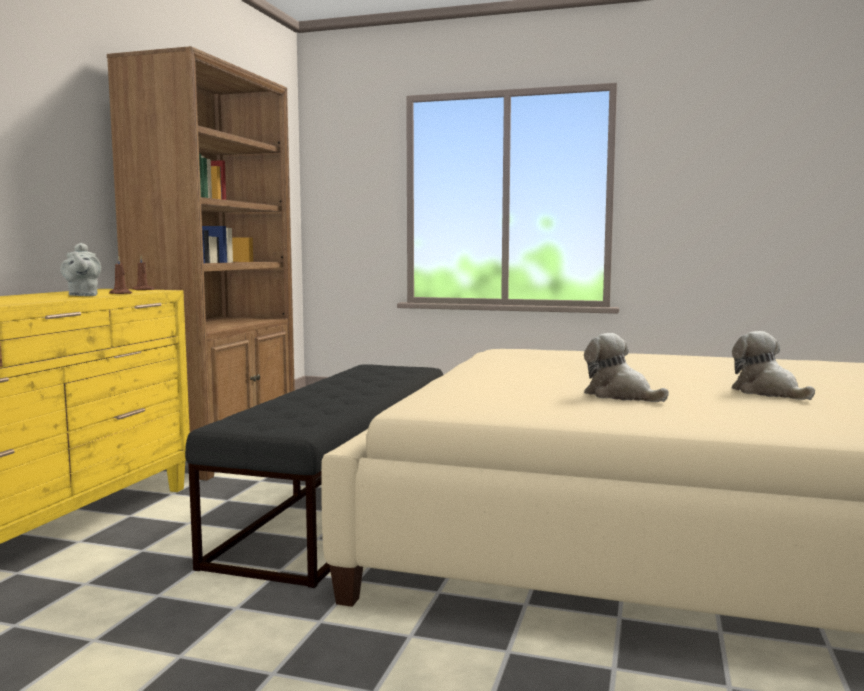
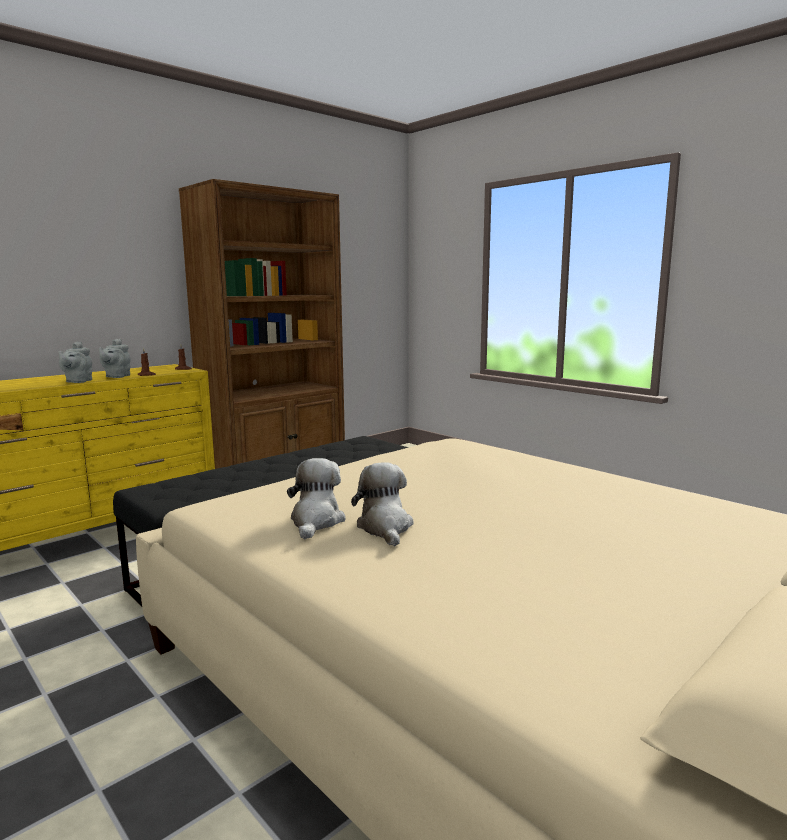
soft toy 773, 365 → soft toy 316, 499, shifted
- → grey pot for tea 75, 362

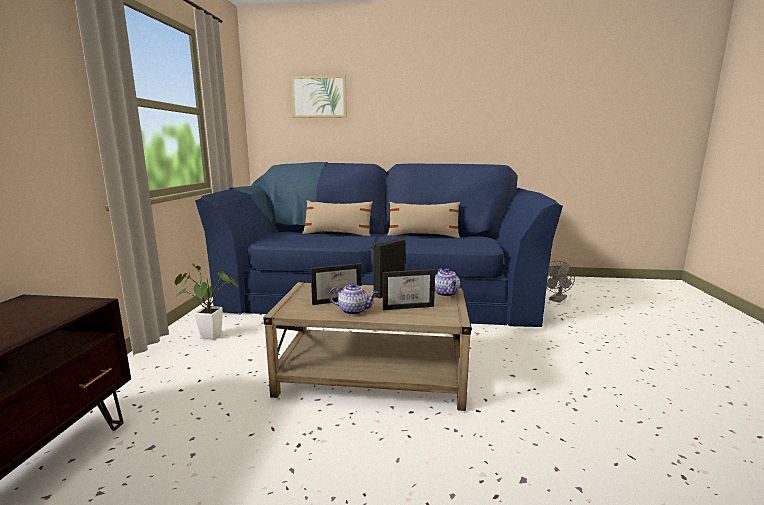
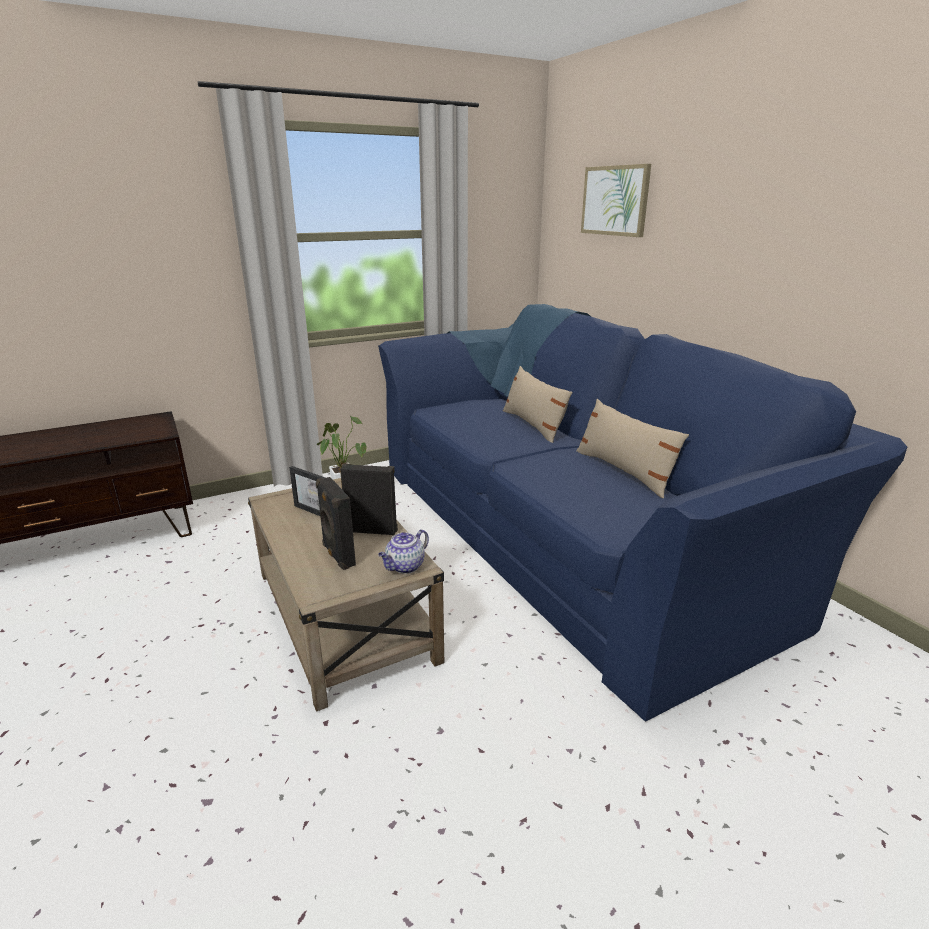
pot for tea 353, 299 → -
picture frame 409, 289 → black-coloured loudspeaker 336, 523
grey electric fan 561, 282 → -

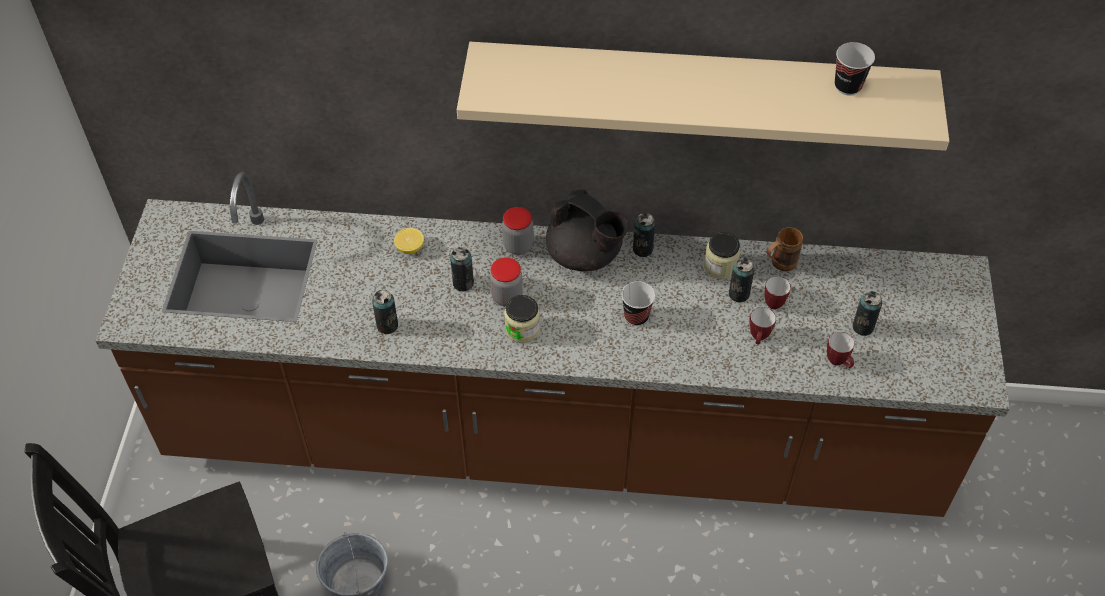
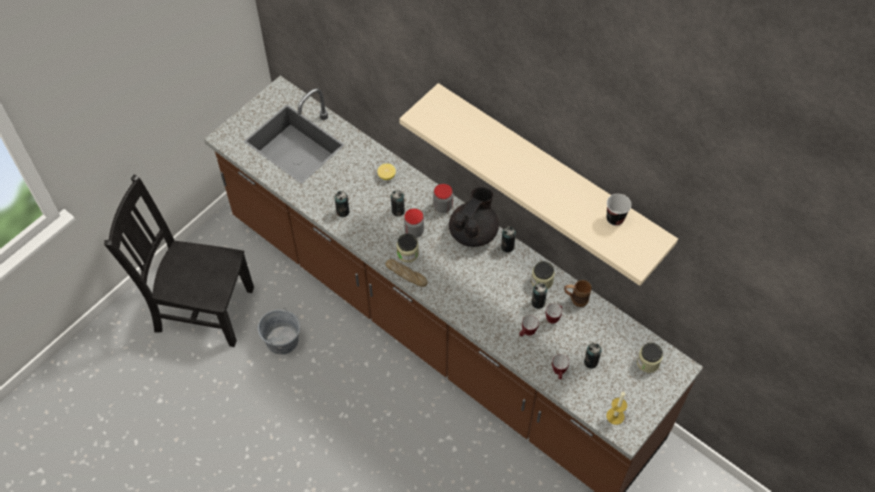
black-coloured pot for tea 587, 230 → black-coloured pot for tea 474, 217, 135 degrees counterclockwise
small cup 638, 303 → -
- → bakery bread 406, 273
- → wax candle 616, 408
- → jar 650, 358

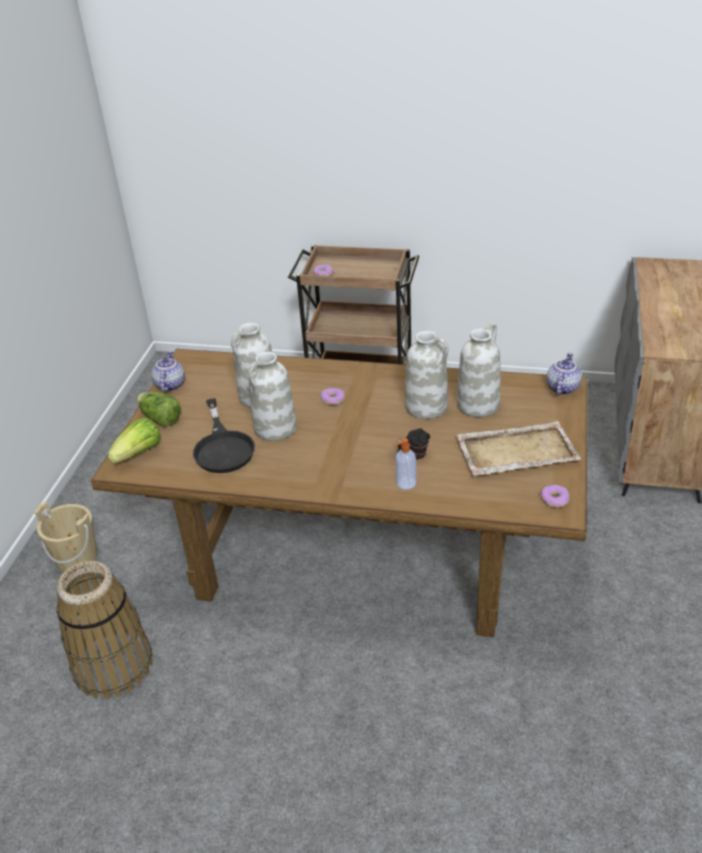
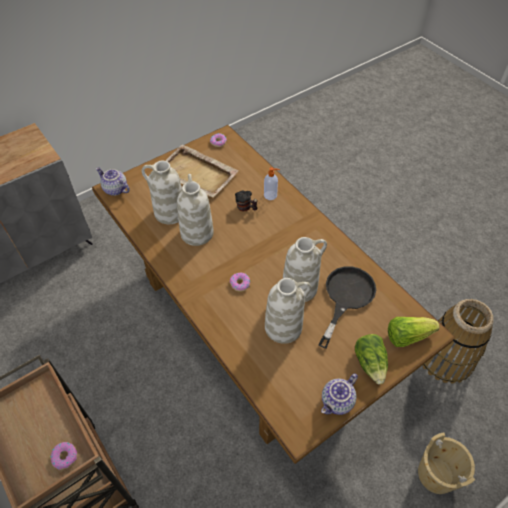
pot for tea 564, 374 → pot for tea 113, 181, 60 degrees clockwise

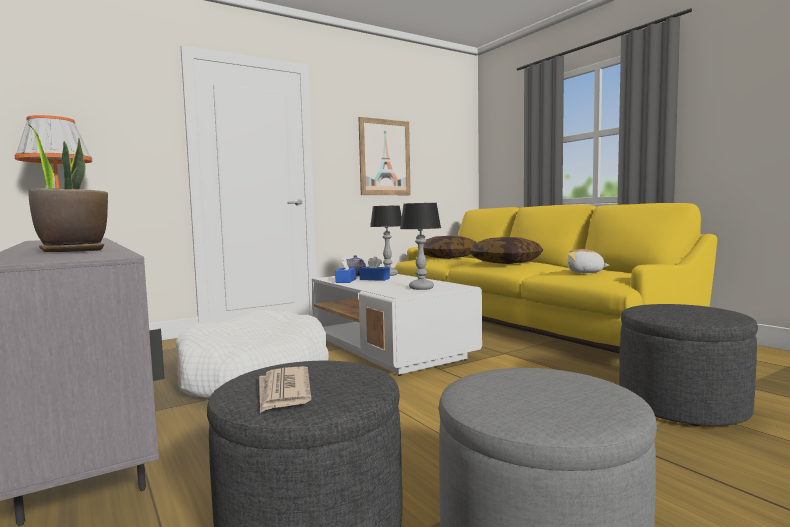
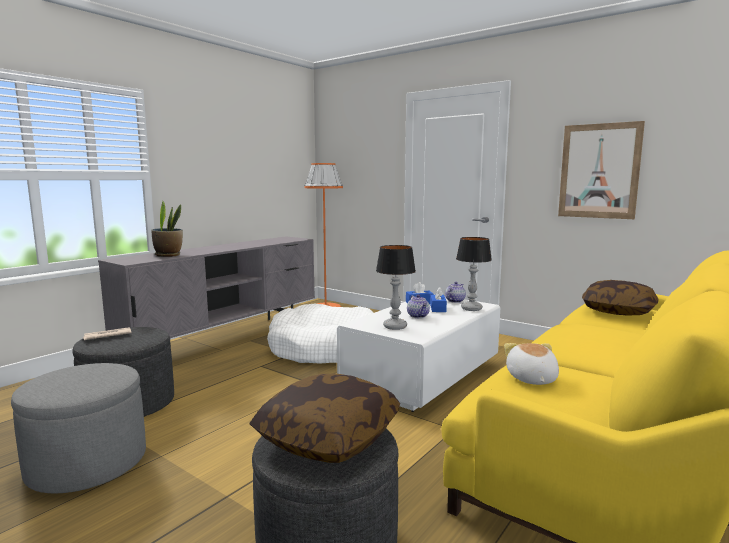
cushion 506, 250 → cushion 324, 418, shifted
- → pot for tea 418, 306

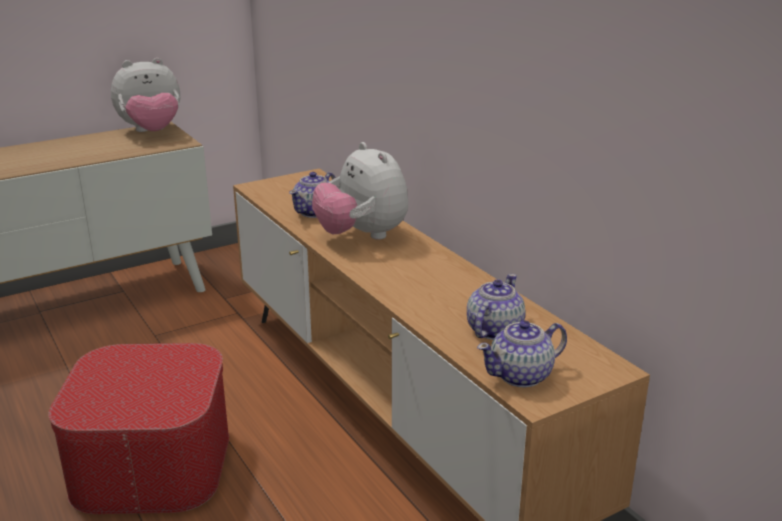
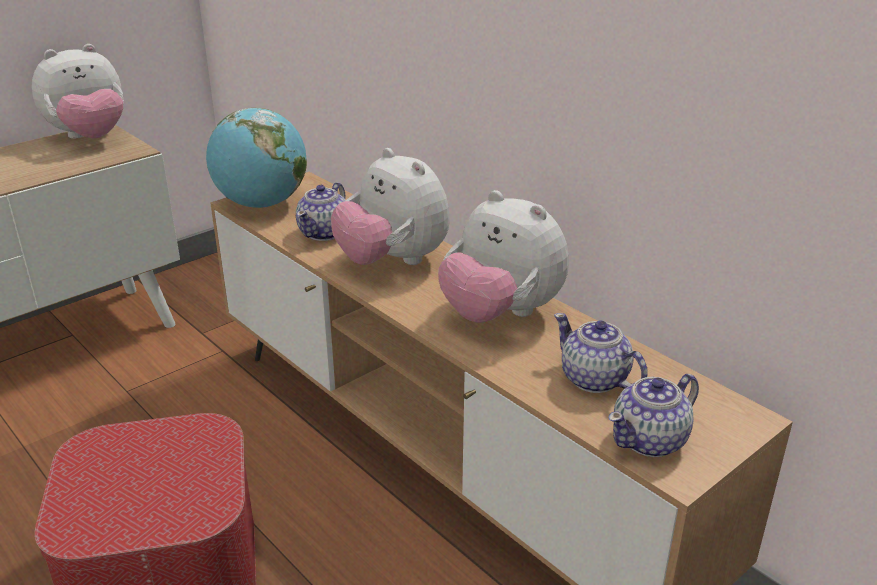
pot for tea 496, 307 → pot for tea 601, 353, 60 degrees counterclockwise
- → desk globe 256, 158
- → soft toy 503, 256

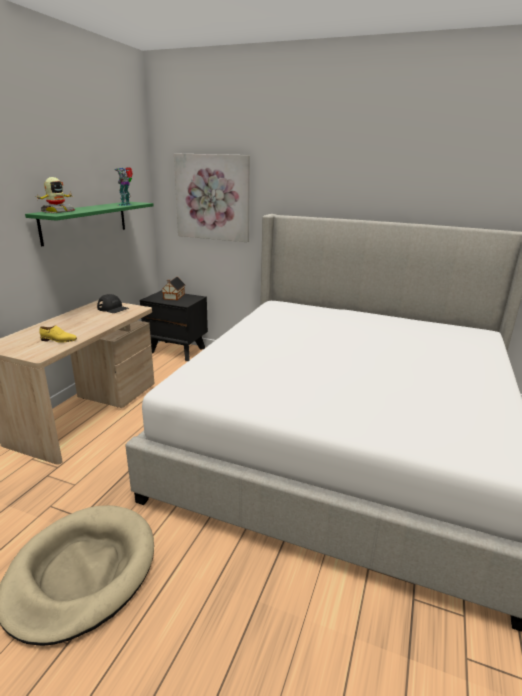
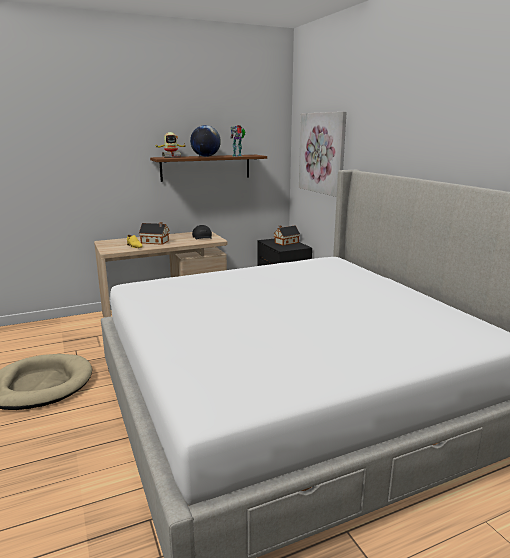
greenish bracket shelf 89, 224 → brown-coloured bracket shelf 208, 168
- → miniature house 154, 233
- → desk globe 205, 141

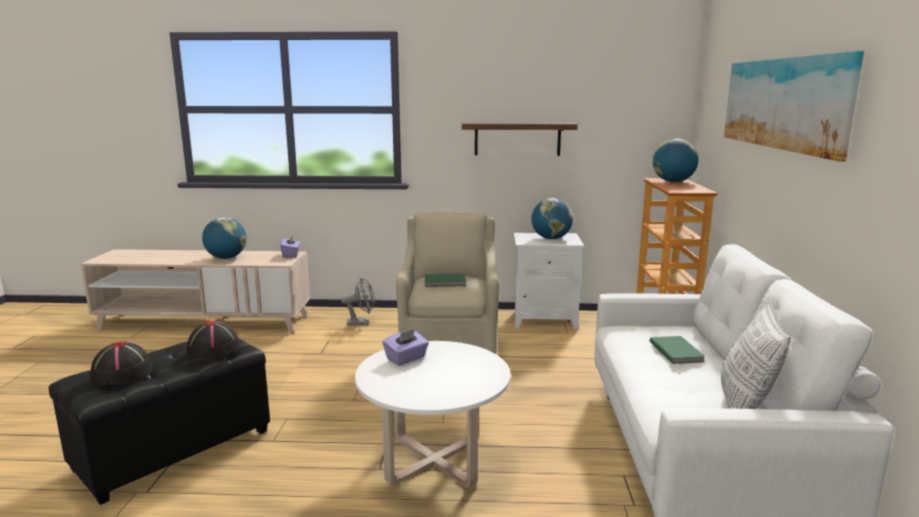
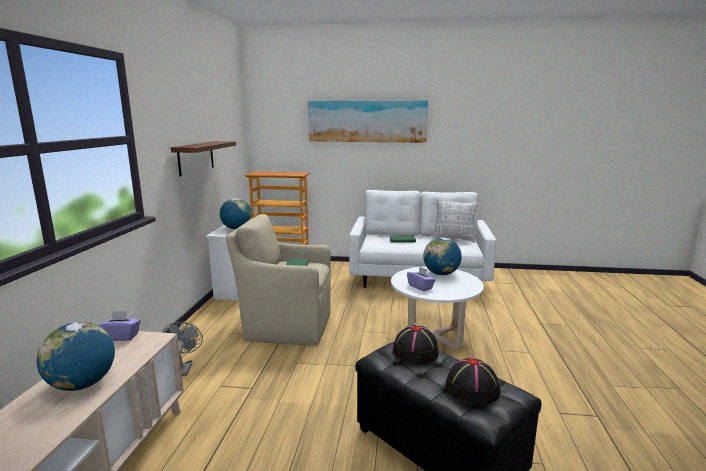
desk globe 676, 160 → desk globe 442, 256, shifted

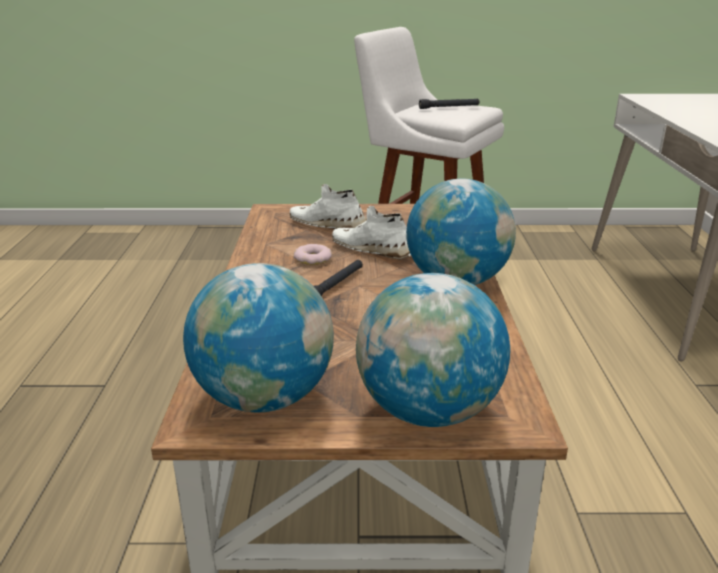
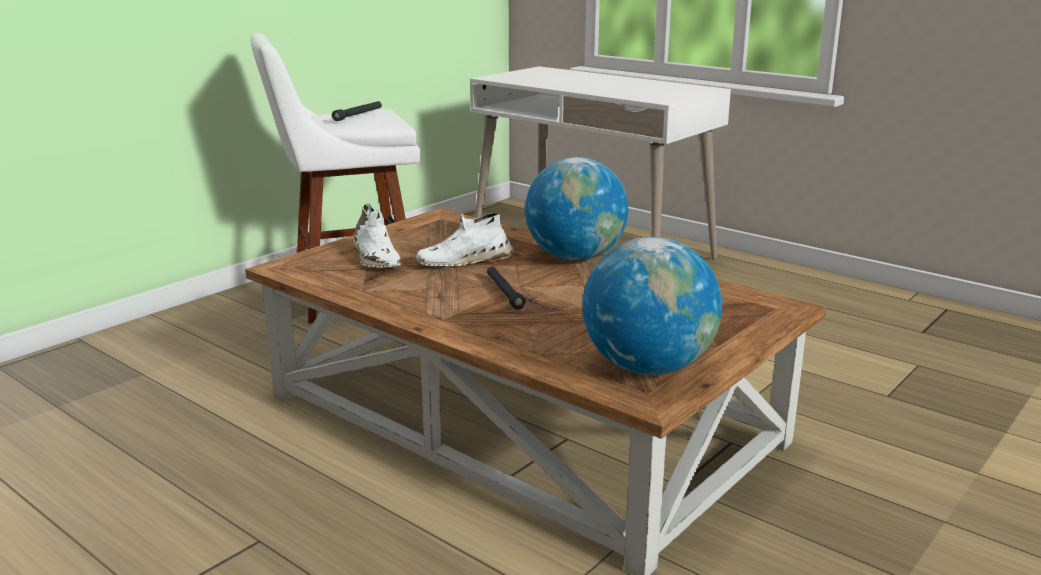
white-coloured low shoe 328, 206 → white-coloured low shoe 377, 235, 90 degrees counterclockwise
ring doughnut 313, 254 → -
desk globe 433, 350 → -

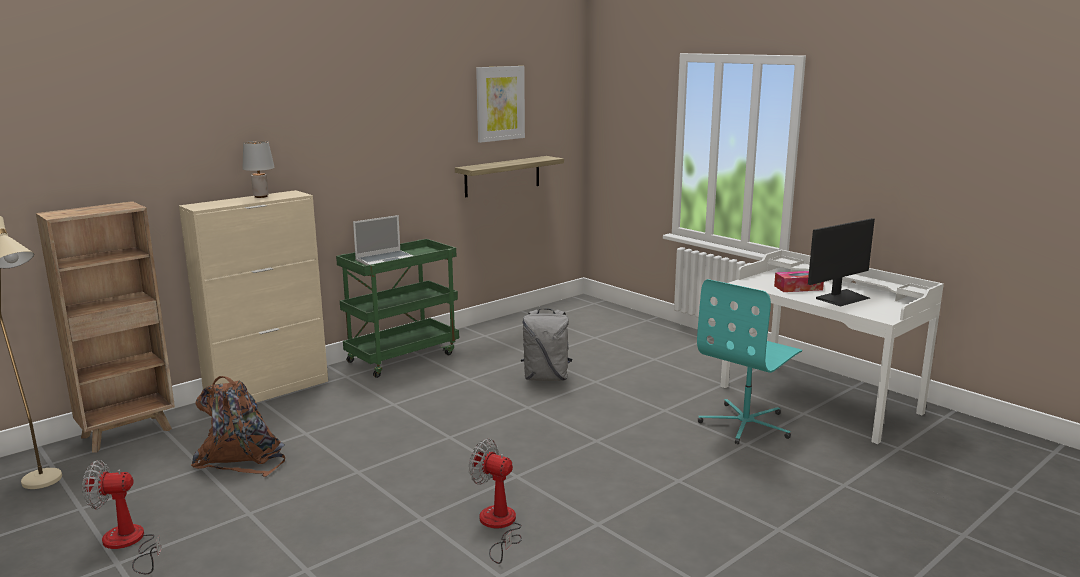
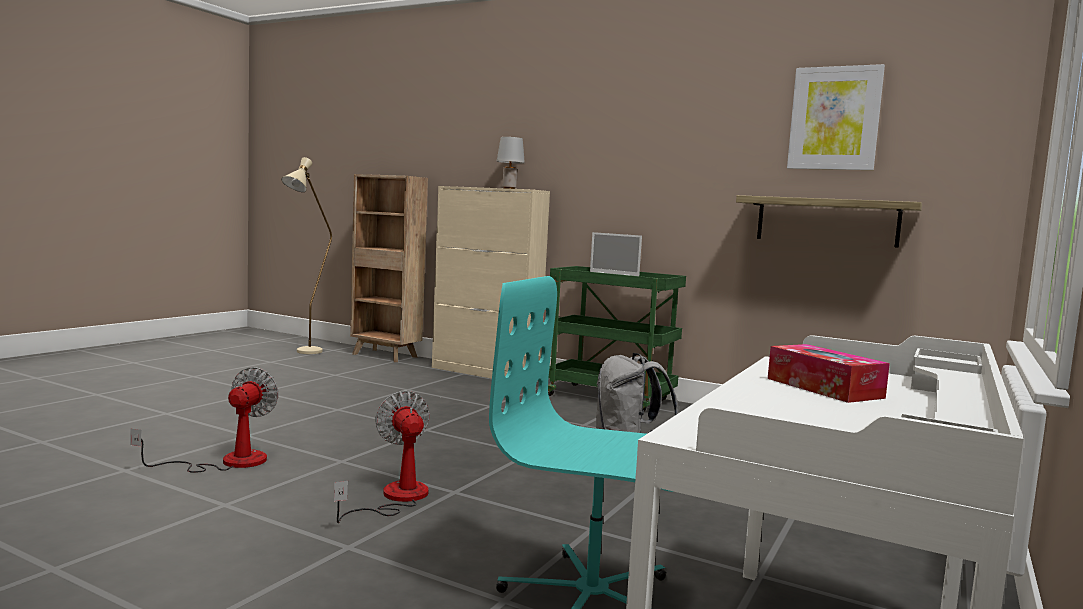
electric fan 122, 517 → electric fan 382, 456, shifted
brown-coloured backpack 238, 426 → -
computer screen 841, 262 → -

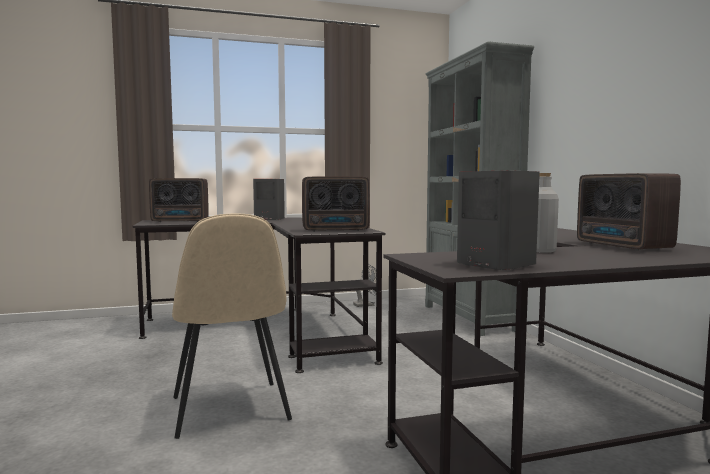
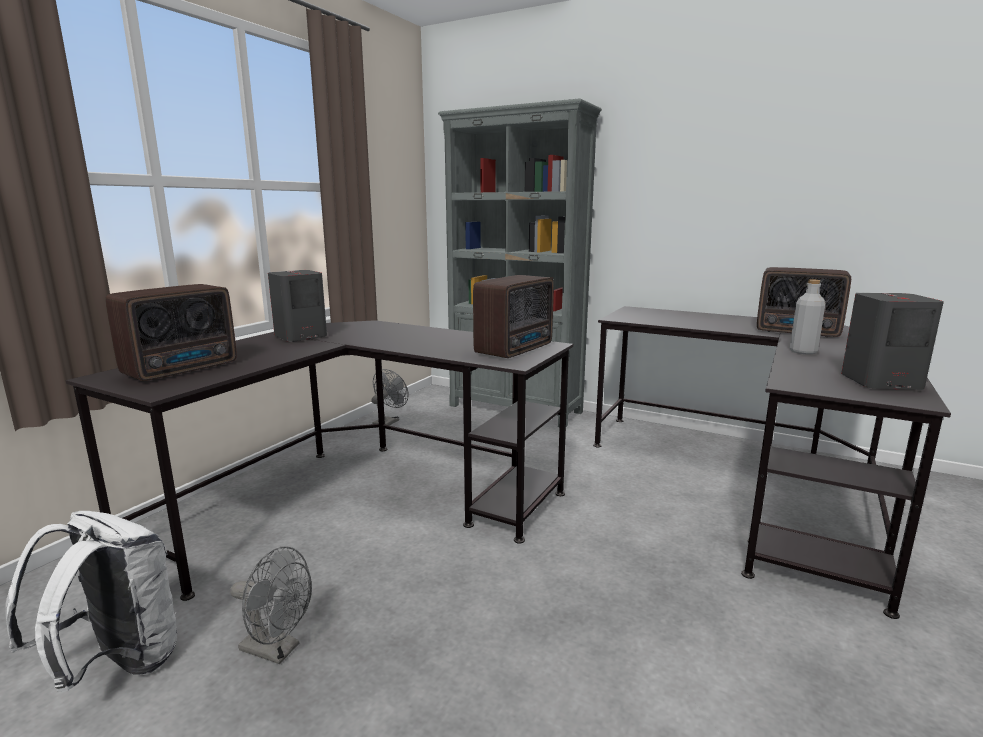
beige chair 232, 326 → -
- → white-coloured backpack 91, 601
- → grey electric fan 271, 605

